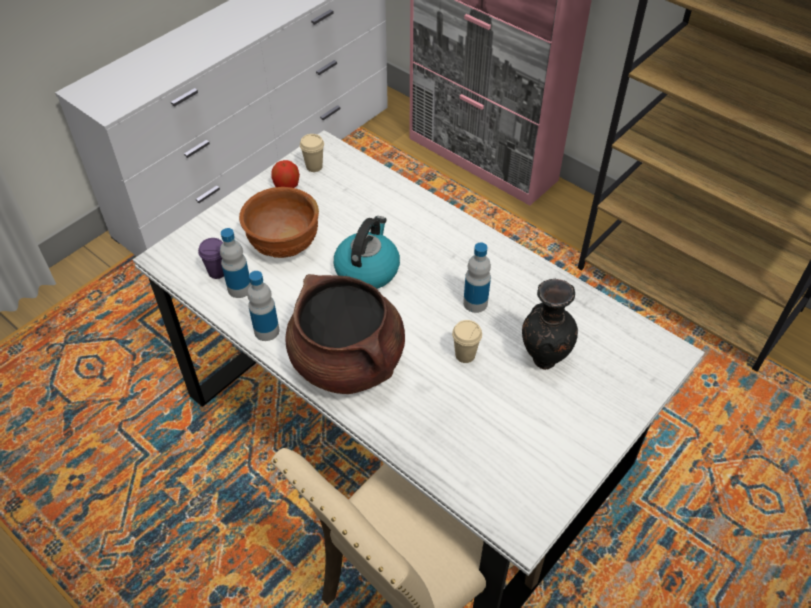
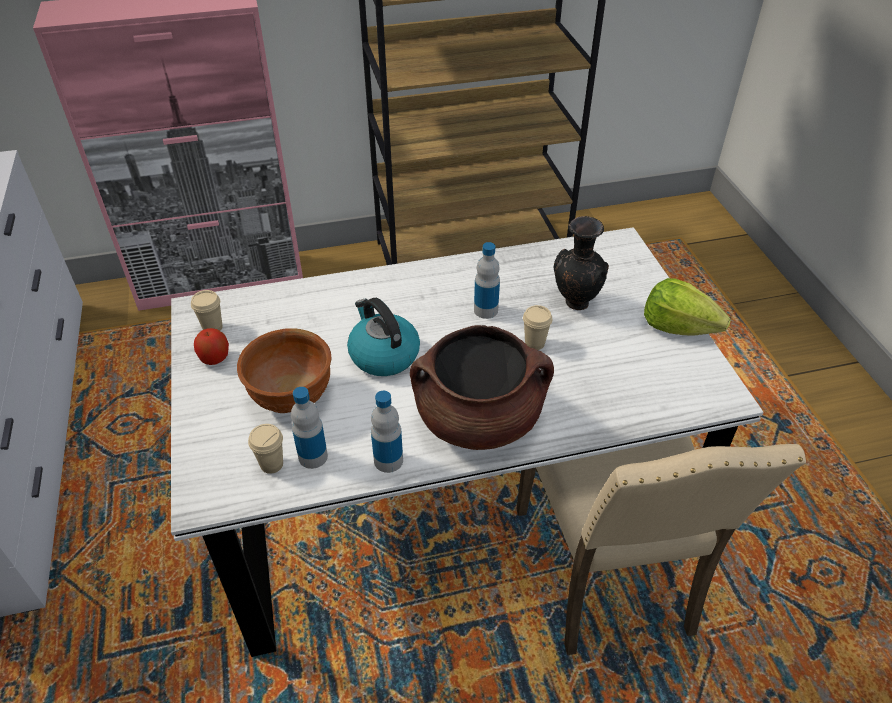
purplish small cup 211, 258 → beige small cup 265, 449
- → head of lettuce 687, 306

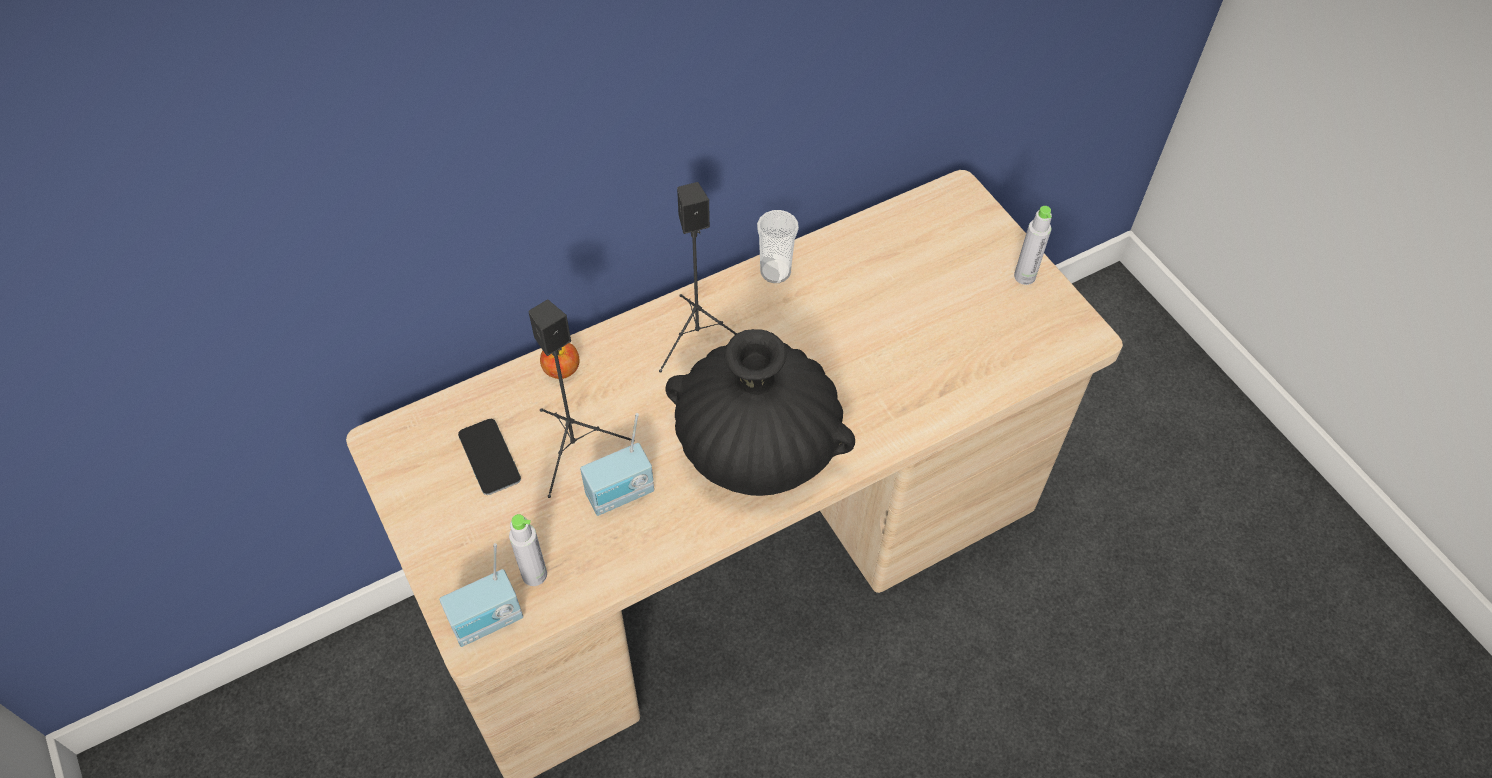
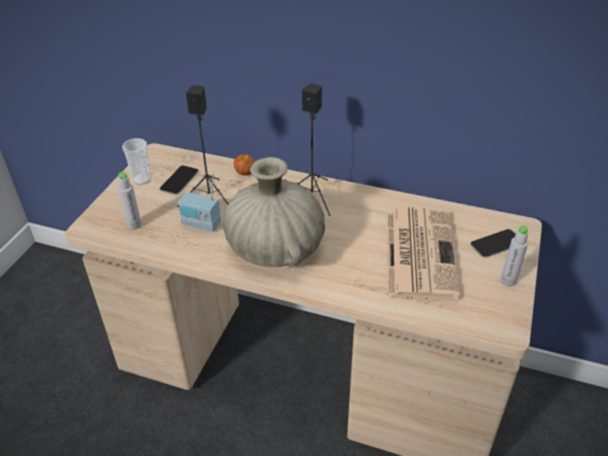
radio 481, 595 → -
black-coloured flower vase 760, 412 → beige flower vase 274, 212
small cup 778, 246 → small cup 136, 161, shifted
- → printed paper 423, 254
- → telephone 492, 243

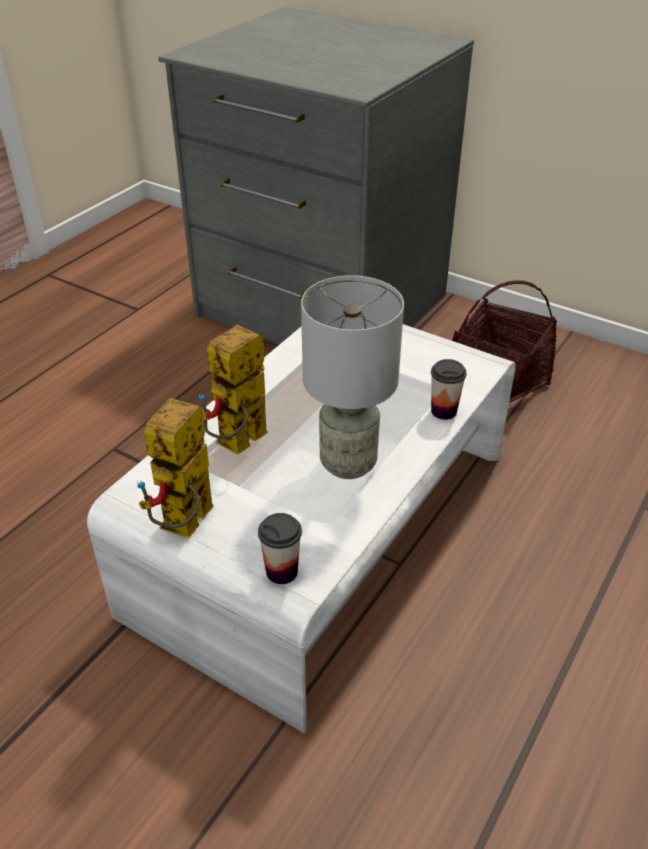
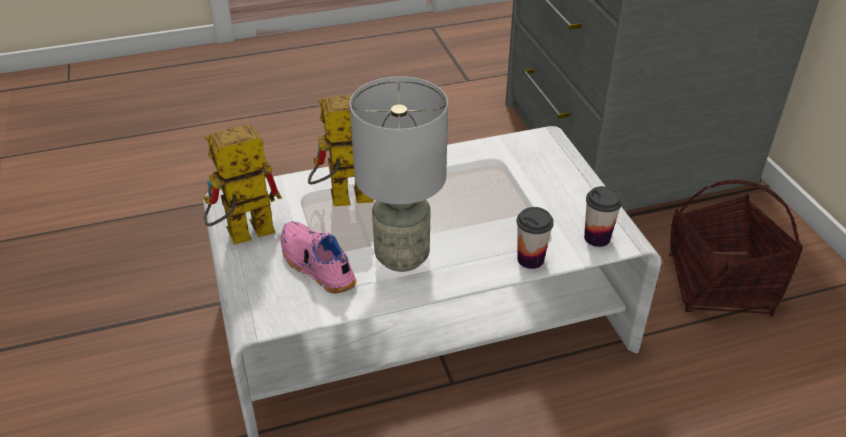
small cup 280, 548 → small cup 603, 216, shifted
- → pinkish low shoe 319, 257

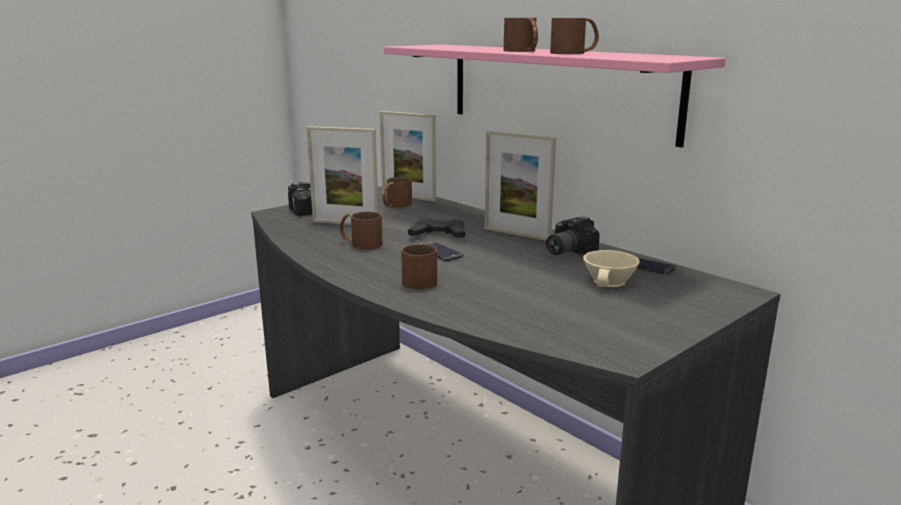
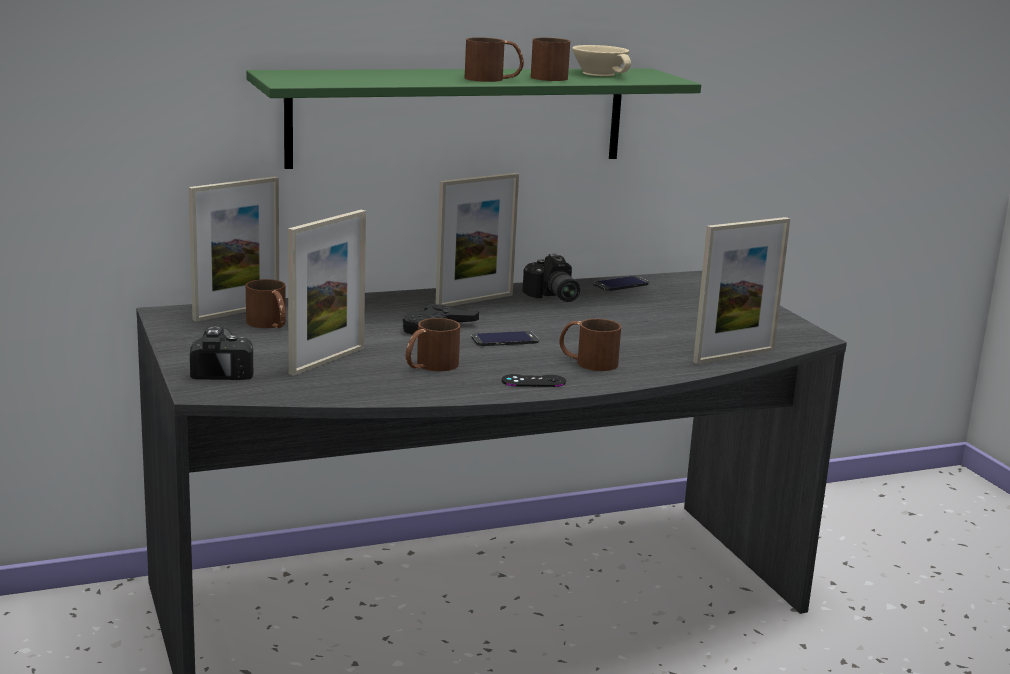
pinkish bracket shelf 555, 96 → greenish bracket shelf 473, 118
beige small cup 611, 268 → beige small cup 601, 60, shifted
- → black-coloured joypad 534, 380
- → picture frame 741, 290

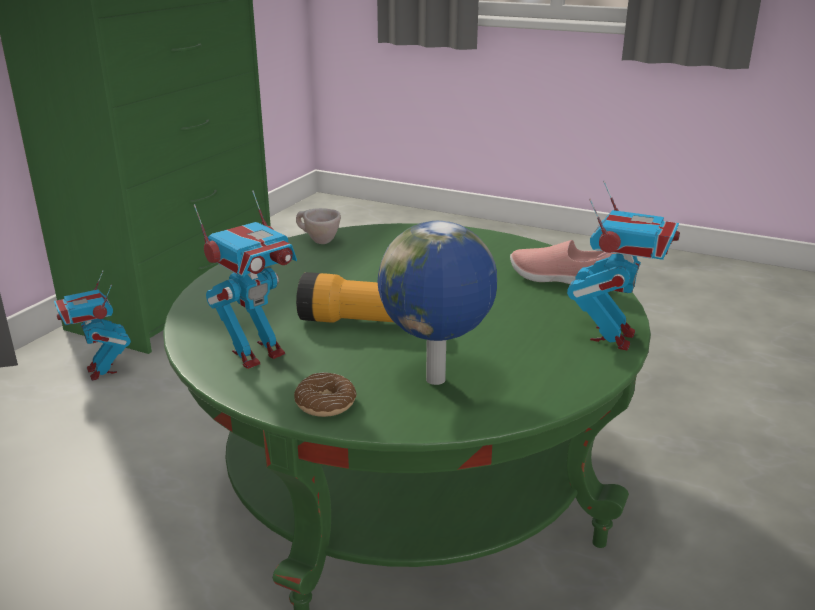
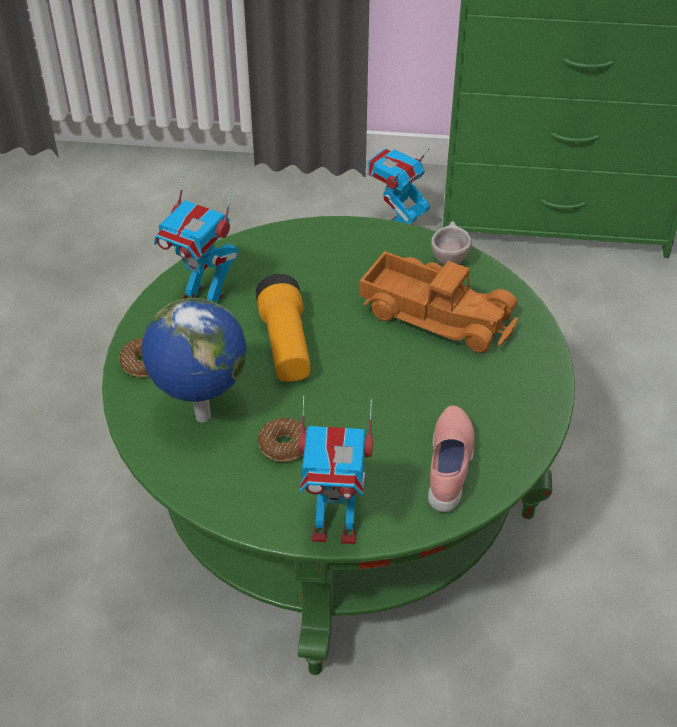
- → ring doughnut 282, 440
- → toy lorry 438, 302

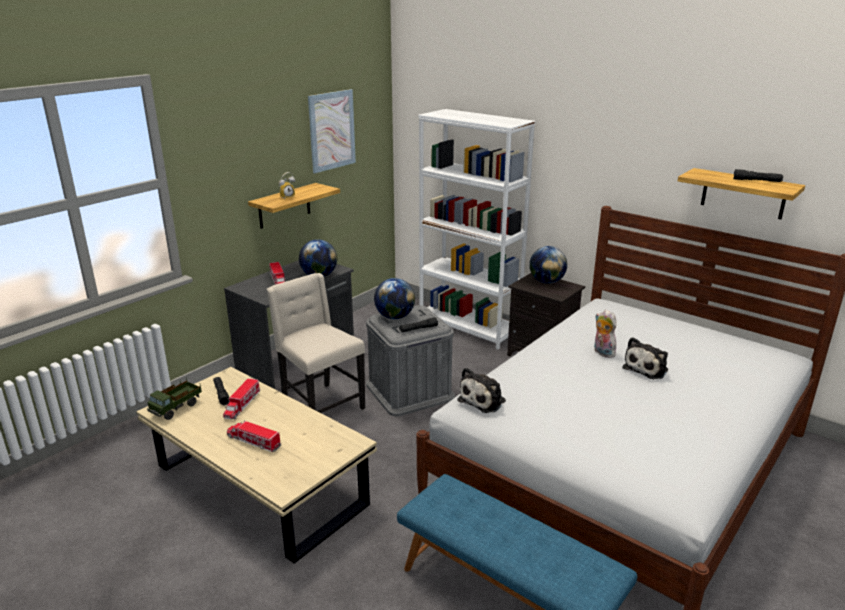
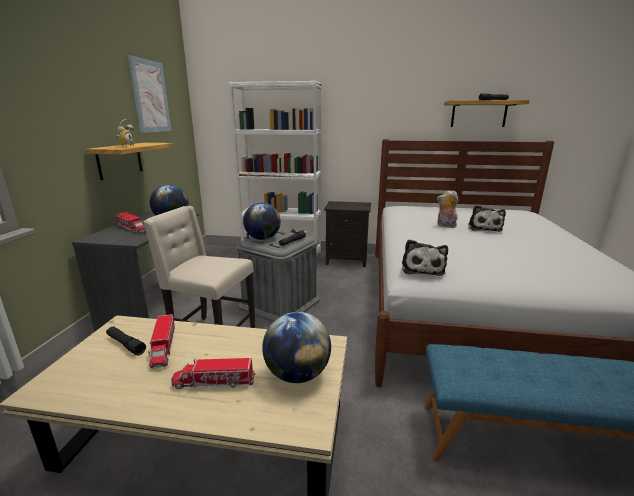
toy lorry 174, 399 → -
desk globe 548, 265 → desk globe 296, 347, shifted

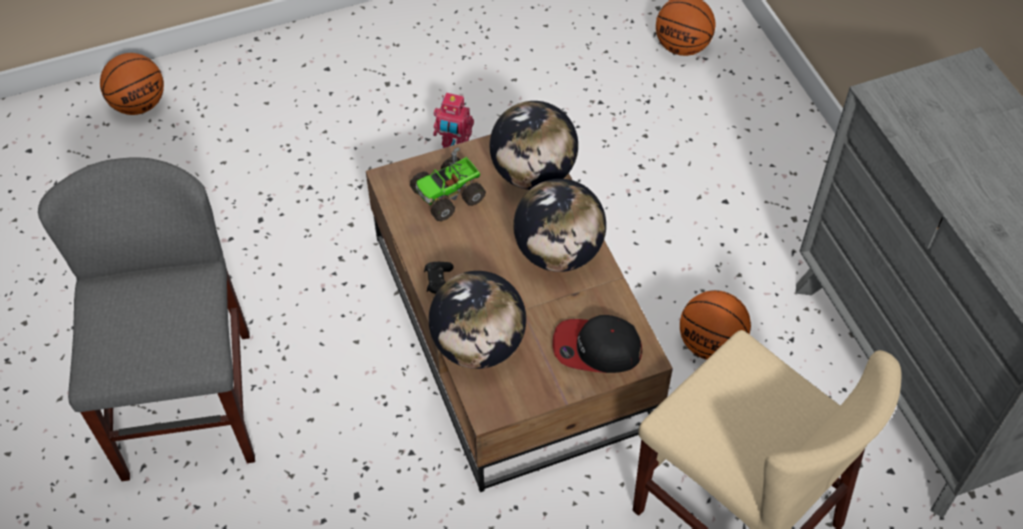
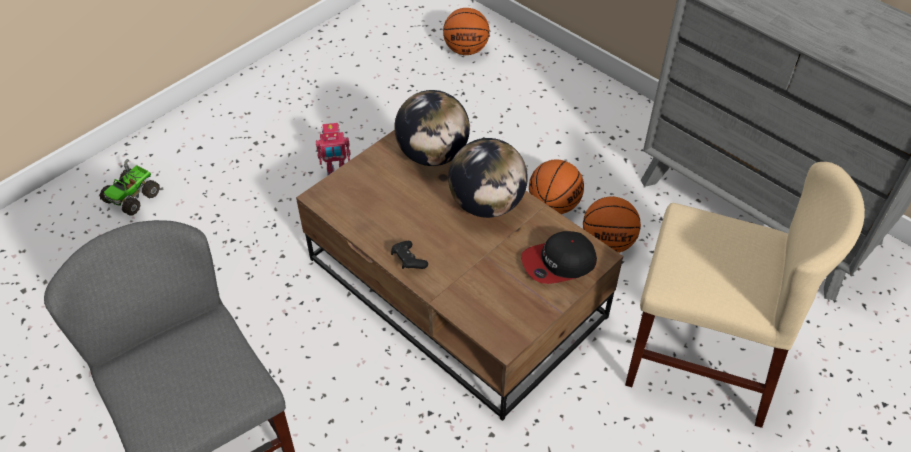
basketball 132, 84 → basketball 556, 186, shifted
toy lorry 448, 184 → toy lorry 129, 187, shifted
desk globe 477, 320 → -

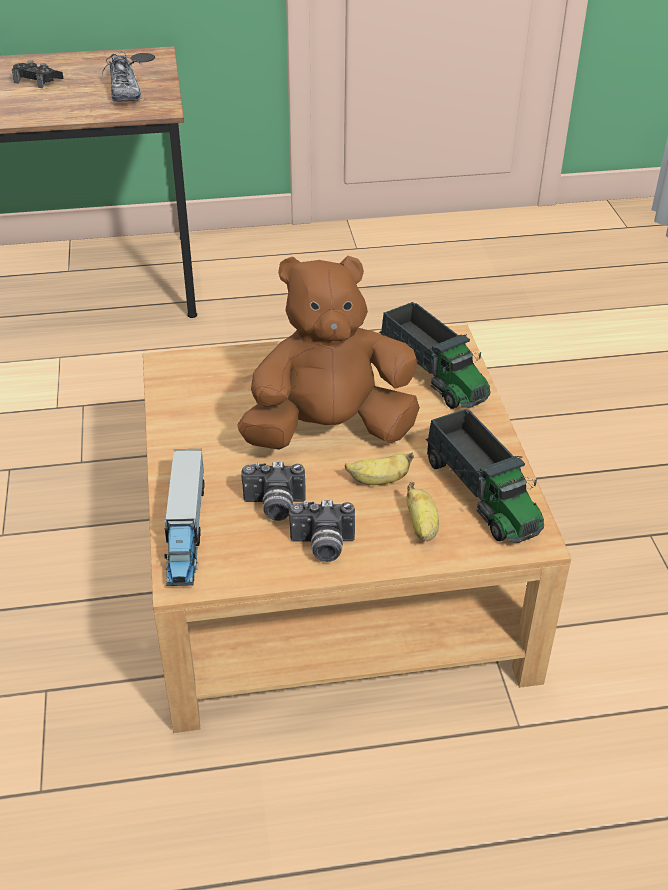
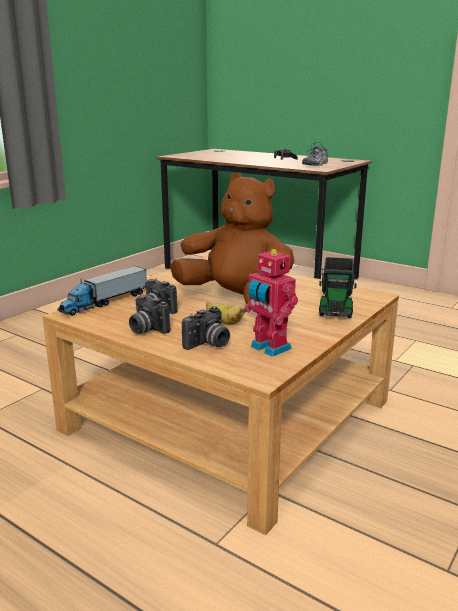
whole banana 422, 511 → photo camera 206, 328
toy lorry 485, 476 → model robot 271, 302

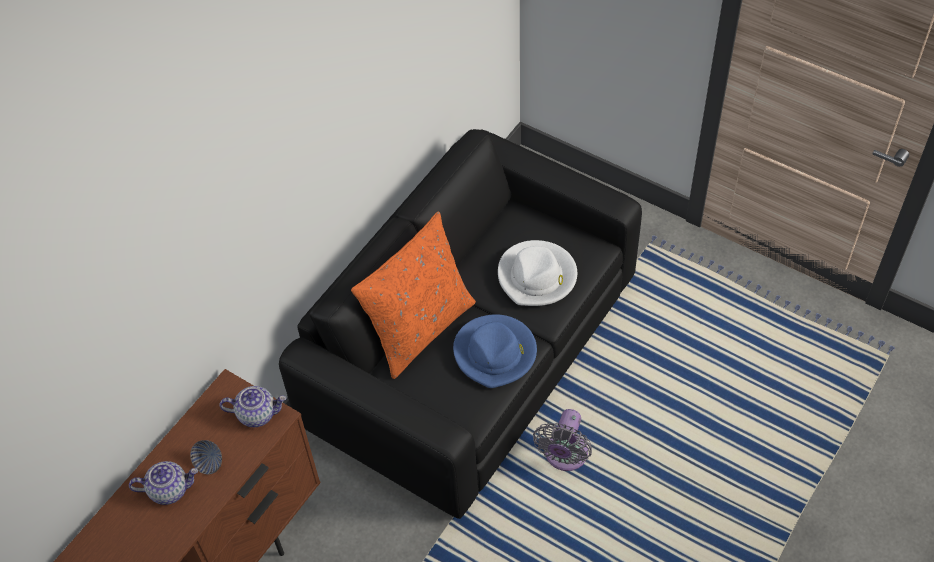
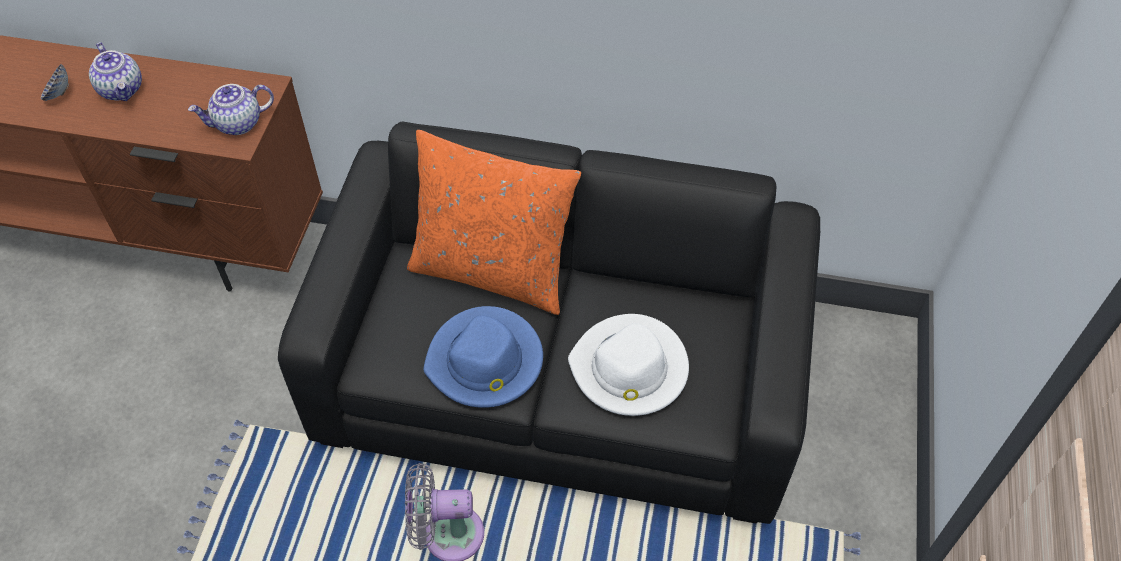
serving bowl 206, 457 → serving bowl 55, 82, shifted
pot for tea 253, 406 → pot for tea 231, 109, 90 degrees clockwise

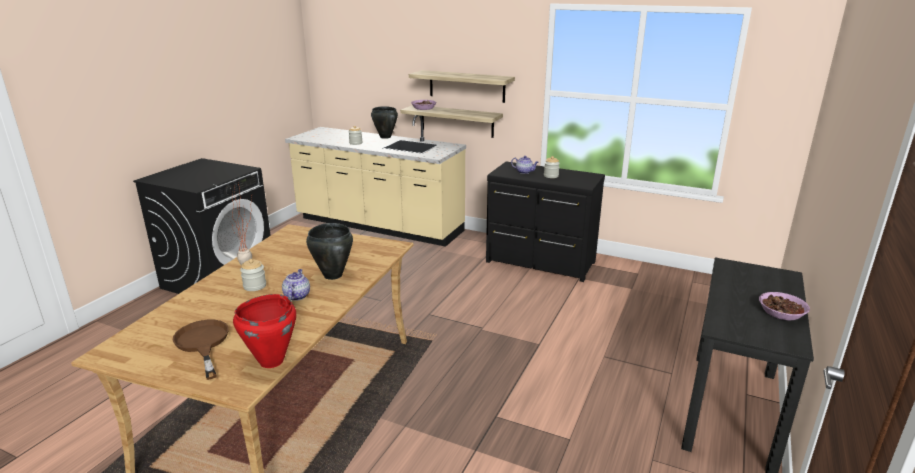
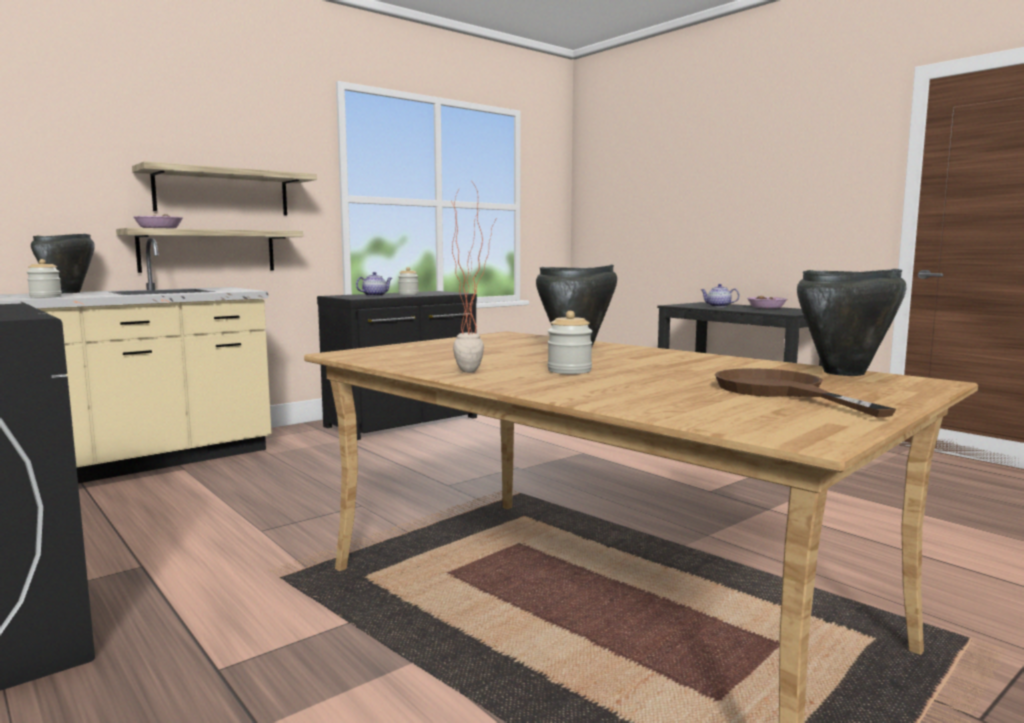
brown-coloured skillet 200, 350 → brown-coloured skillet 805, 392, 75 degrees clockwise
red-coloured saucepot 264, 331 → black-coloured saucepot 851, 322
pot for tea 296, 285 → pot for tea 720, 295, shifted

